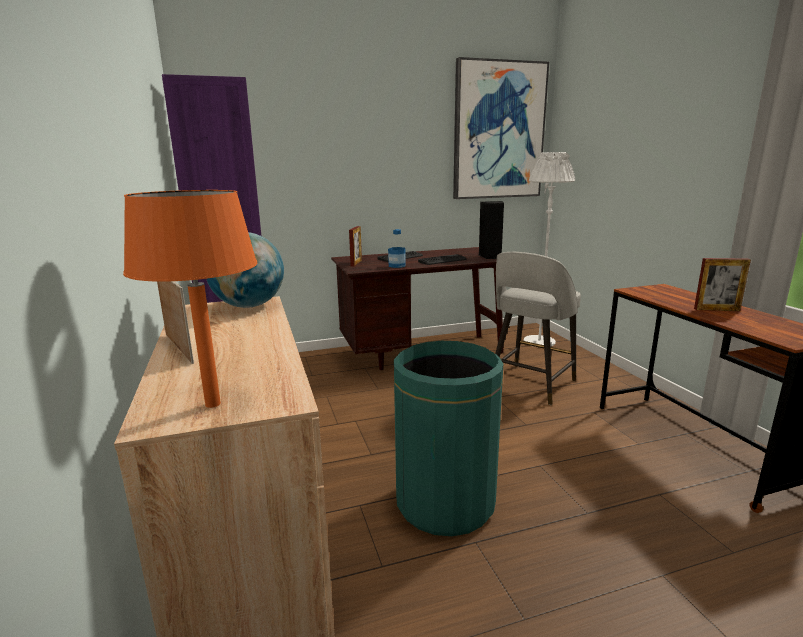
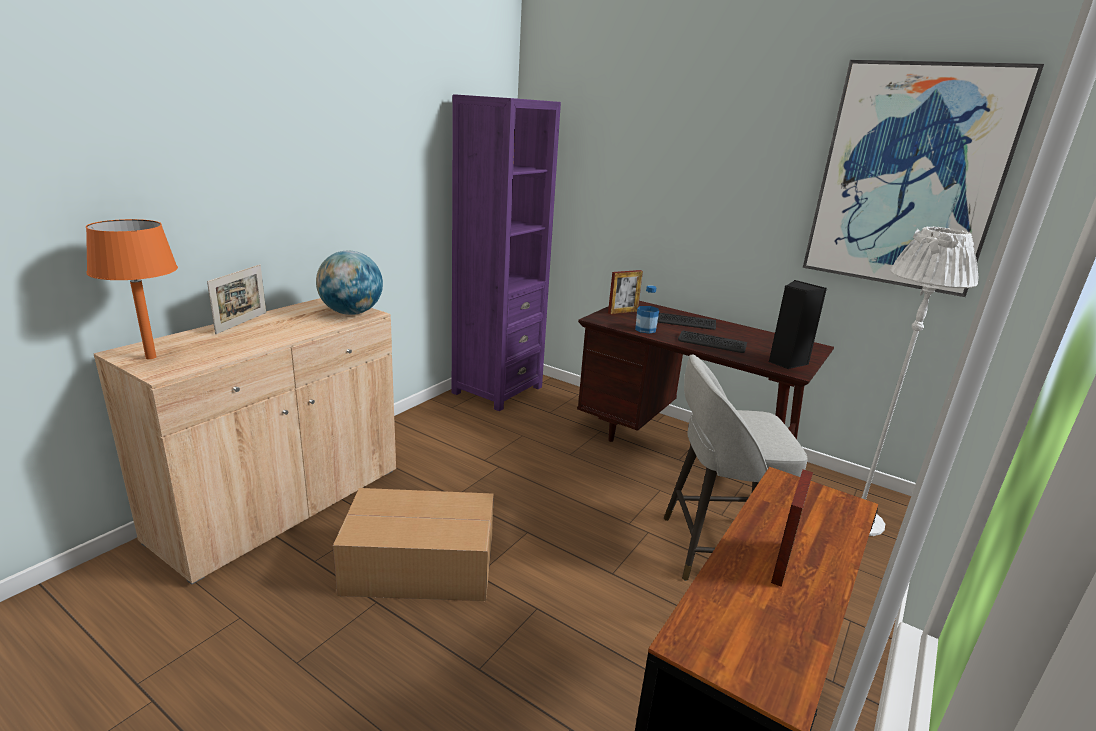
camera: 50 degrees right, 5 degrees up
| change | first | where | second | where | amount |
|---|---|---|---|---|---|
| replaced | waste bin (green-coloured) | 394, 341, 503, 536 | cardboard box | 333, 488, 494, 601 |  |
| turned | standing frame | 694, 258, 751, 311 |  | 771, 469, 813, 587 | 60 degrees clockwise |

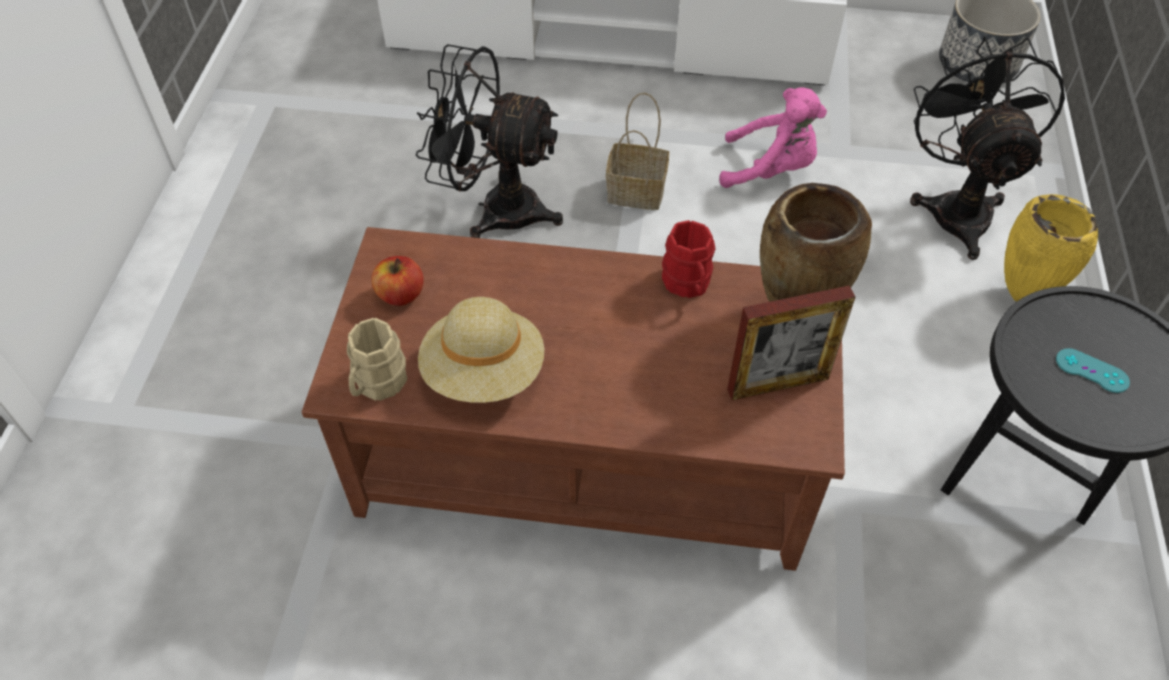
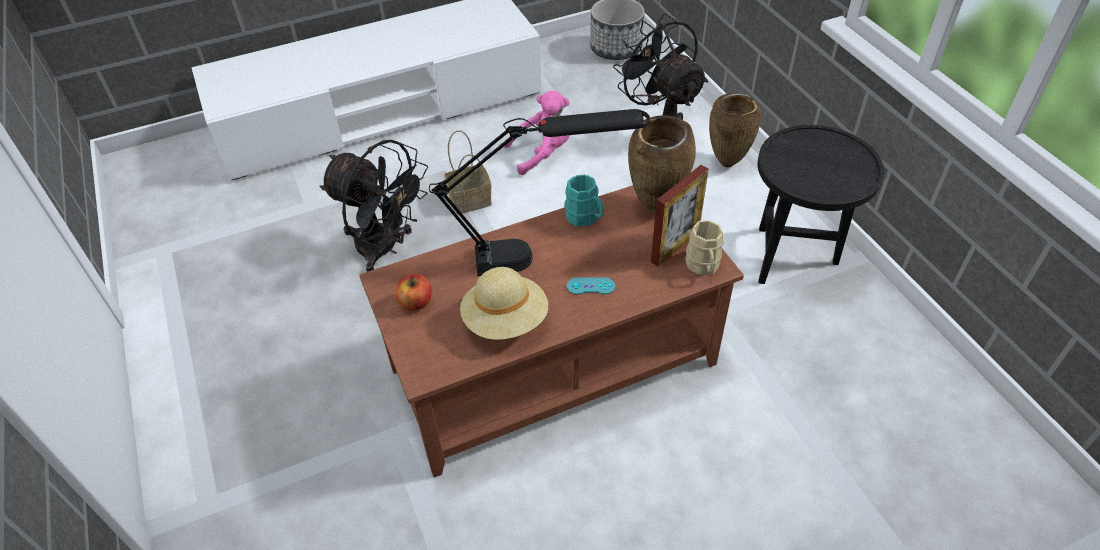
camera: 30 degrees left, 5 degrees down
| change | first | where | second | where | amount |
|---|---|---|---|---|---|
| added |  |  | tabletop lamp (black-coloured) | 429, 109, 650, 276 |  |
| moved | coffee mug (beige-coloured) | 347, 318, 407, 401 |  | 685, 220, 724, 275 |  |
| moved | gamepad (turquoise) | 1056, 348, 1130, 393 |  | 567, 278, 615, 295 |  |
| recoloured | coffee mug (reddish) | 662, 220, 715, 298 | coffee mug (turquoise) | 564, 175, 604, 227 |  |
| recoloured | decorative vase (yellow-coloured) | 1004, 194, 1098, 302 | decorative vase (brown-coloured) | 709, 93, 761, 167 |  |
| turned | fan (black-coloured) | 416, 44, 563, 238 |  | 320, 140, 428, 272 | 135 degrees counterclockwise |

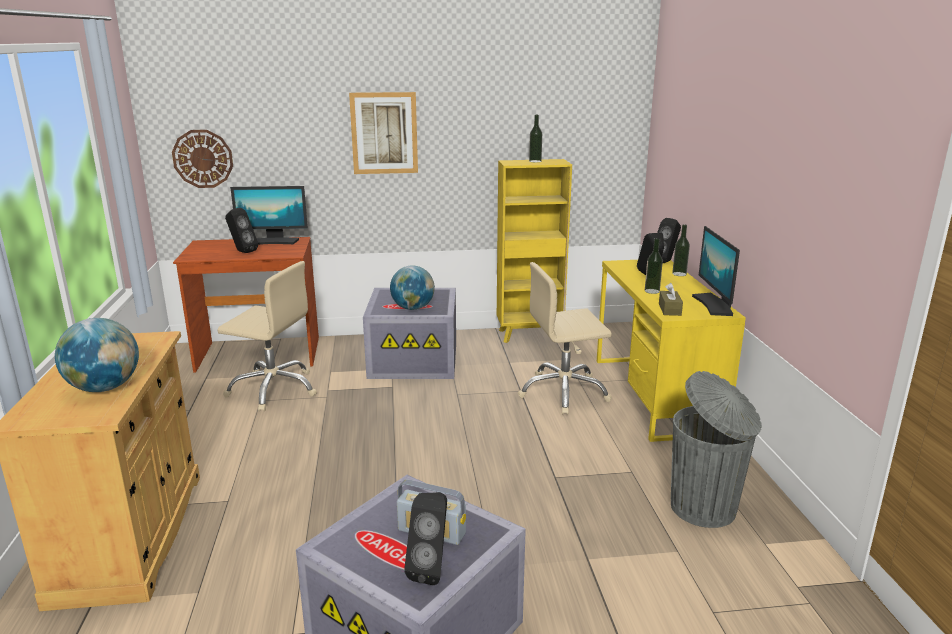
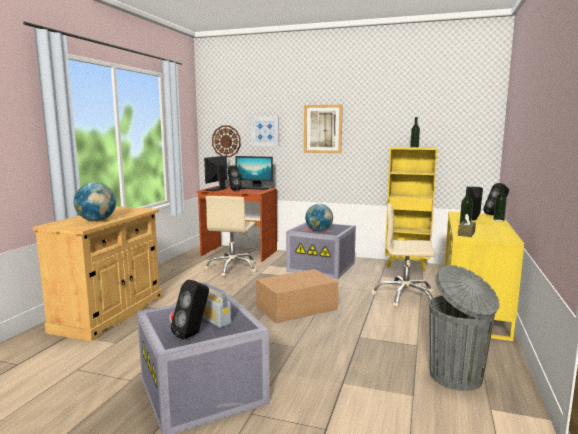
camera: 25 degrees right, 10 degrees down
| change | first | where | second | where | amount |
|---|---|---|---|---|---|
| added |  |  | picture | 251, 117, 279, 146 |  |
| added |  |  | cardboard box | 256, 269, 338, 323 |  |
| moved | computer display | 692, 226, 740, 316 |  | 204, 156, 228, 191 |  |
| turned | desk chair (beige-coloured) | 217, 261, 317, 411 |  | 204, 196, 257, 277 | 60 degrees clockwise |

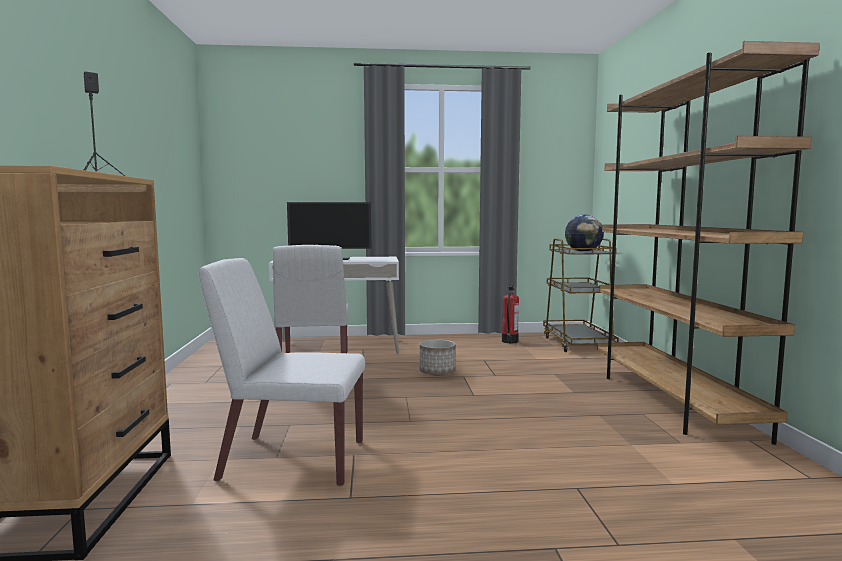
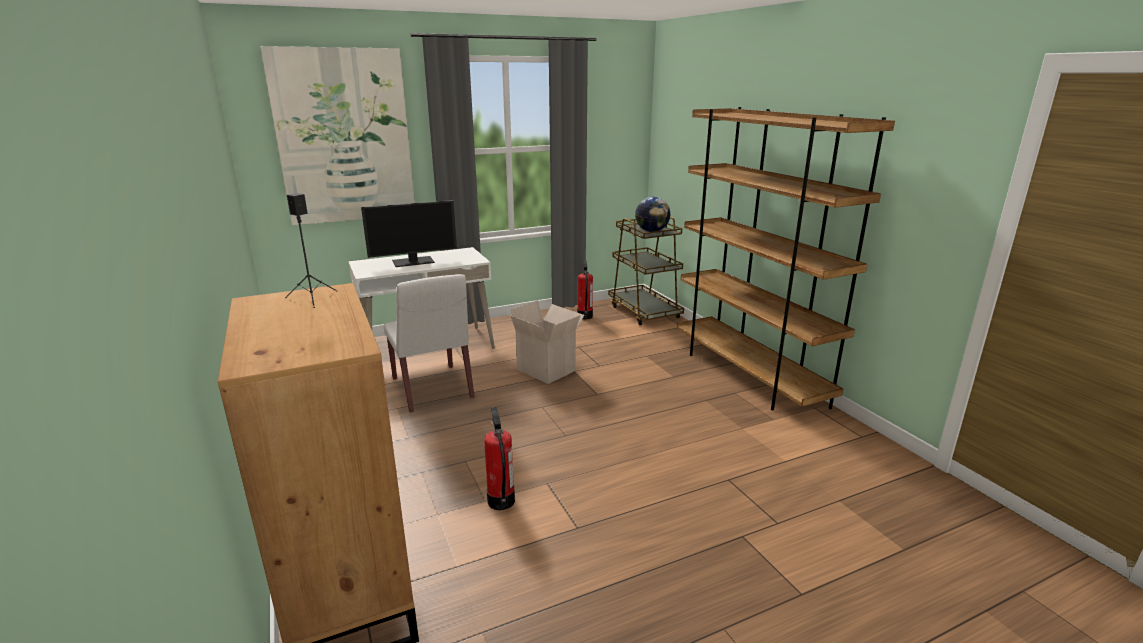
camera: 20 degrees left, 15 degrees up
| change | first | where | second | where | amount |
|---|---|---|---|---|---|
| added |  |  | picture | 260, 46, 415, 225 |  |
| replaced | upright chair (white-coloured) | 198, 258, 365, 486 | fire-fighting cylinder | 484, 407, 515, 510 |  |
| replaced | flower pot | 419, 339, 456, 375 | cardboard box | 510, 300, 584, 384 |  |

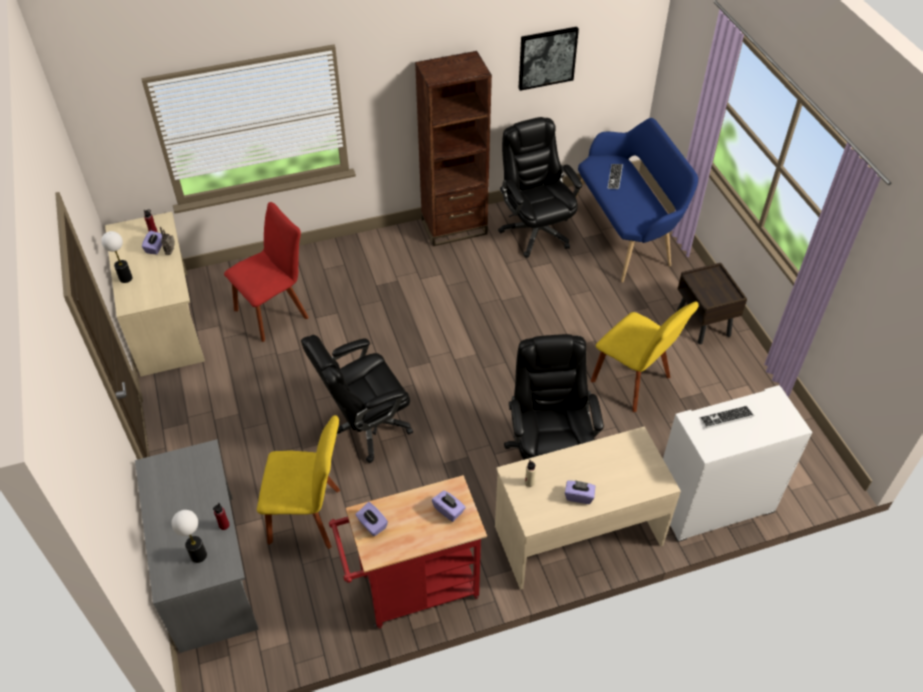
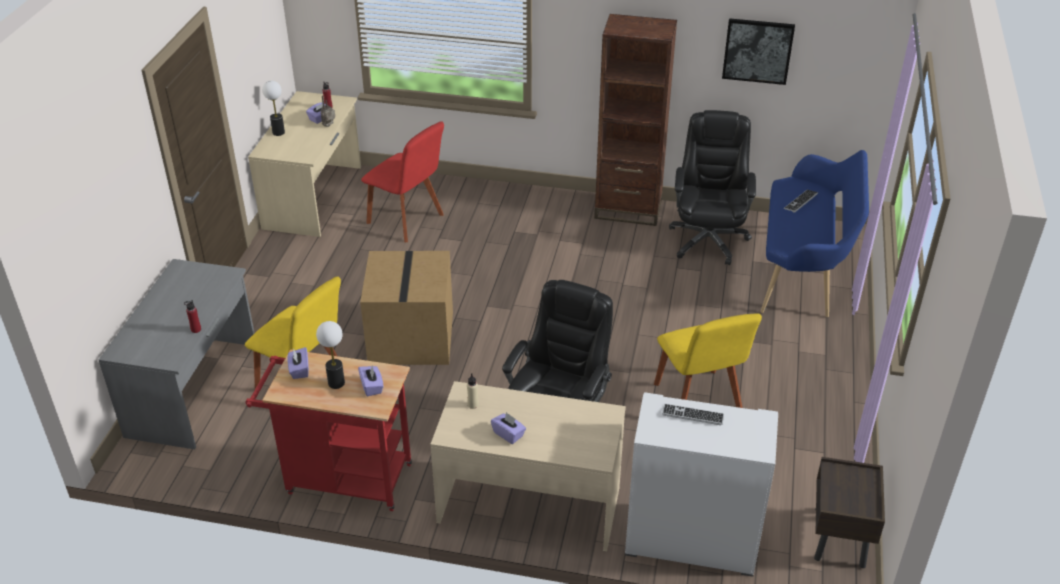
camera: 30 degrees right, 10 degrees down
| change | first | where | second | where | amount |
|---|---|---|---|---|---|
| moved | tabletop lamp | 172, 510, 207, 563 |  | 316, 321, 345, 389 |  |
| moved | night table (brown-coloured) | 677, 263, 747, 344 |  | 814, 457, 885, 568 |  |
| replaced | desk chair (black-coloured) | 301, 335, 413, 463 | cardboard box | 360, 251, 453, 365 |  |
| turned | upright chair (reddish) | 224, 202, 308, 342 |  | 361, 121, 444, 243 | 45 degrees clockwise |

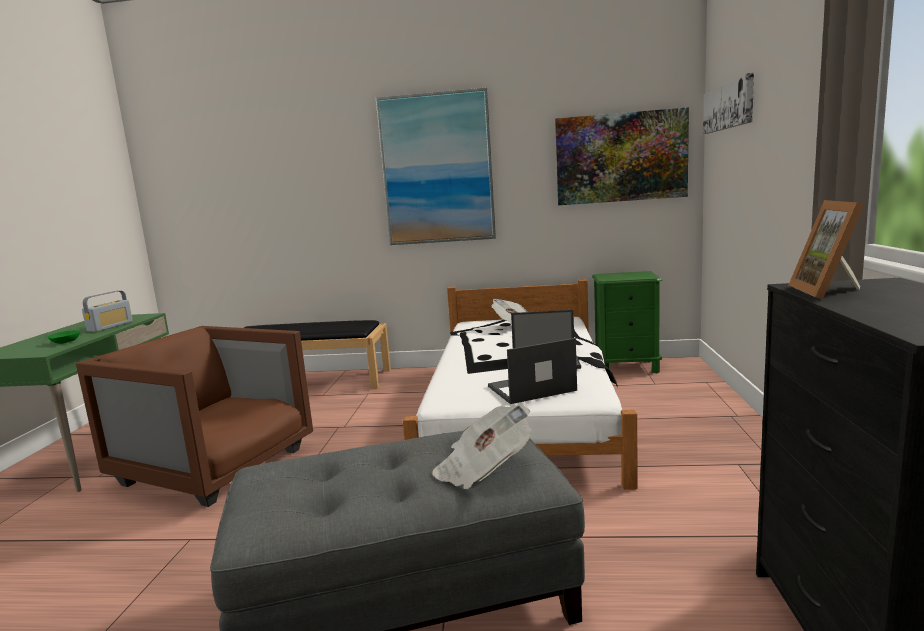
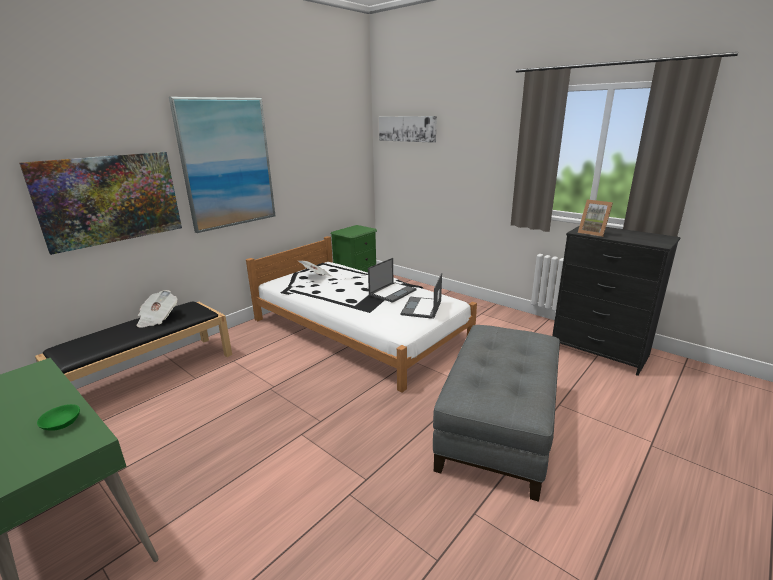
camera: 55 degrees left, 10 degrees up
| change | first | where | second | where | amount |
|---|---|---|---|---|---|
| removed | lounge chair (brown-coloured) | 76, 326, 313, 507 |  |  |  |
| removed | radio receiver | 82, 291, 133, 332 |  |  |  |
| moved | daily paper | 432, 405, 532, 489 |  | 136, 290, 177, 328 |  |
| moved | picture | 555, 107, 689, 205 |  | 19, 152, 182, 255 |  |

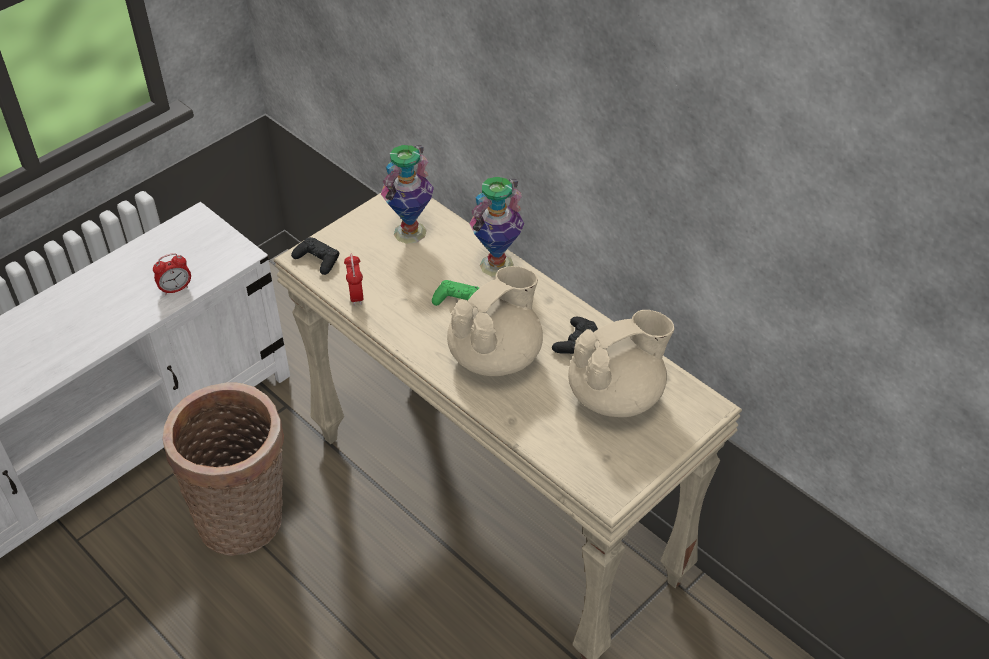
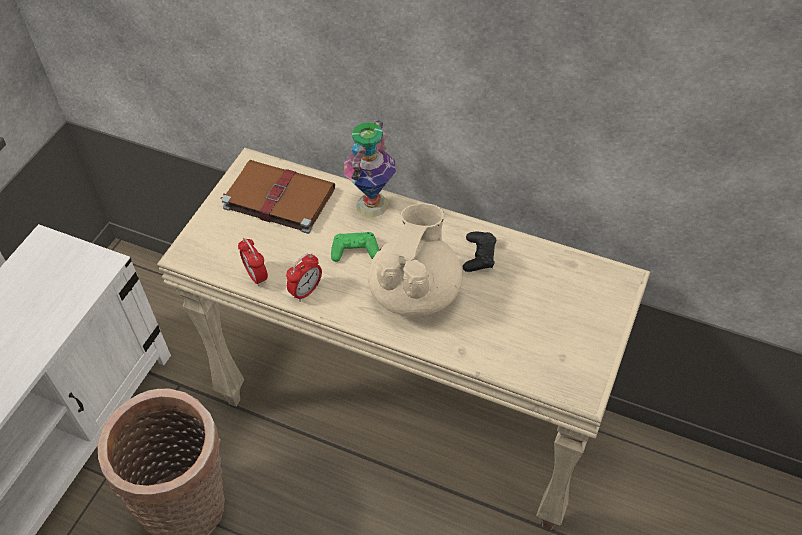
camera: 20 degrees left, 5 degrees up
| change | first | where | second | where | amount |
|---|---|---|---|---|---|
| removed | gamepad (black-coloured) | 291, 237, 339, 275 |  |  |  |
| removed | tea pot (beige-coloured) | 568, 310, 675, 417 |  |  |  |
| moved | alarm clock | 153, 253, 191, 295 |  | 286, 253, 322, 302 |  |
| replaced | decorative vase | 381, 145, 434, 244 | book (brown-coloured) | 221, 160, 335, 234 |  |

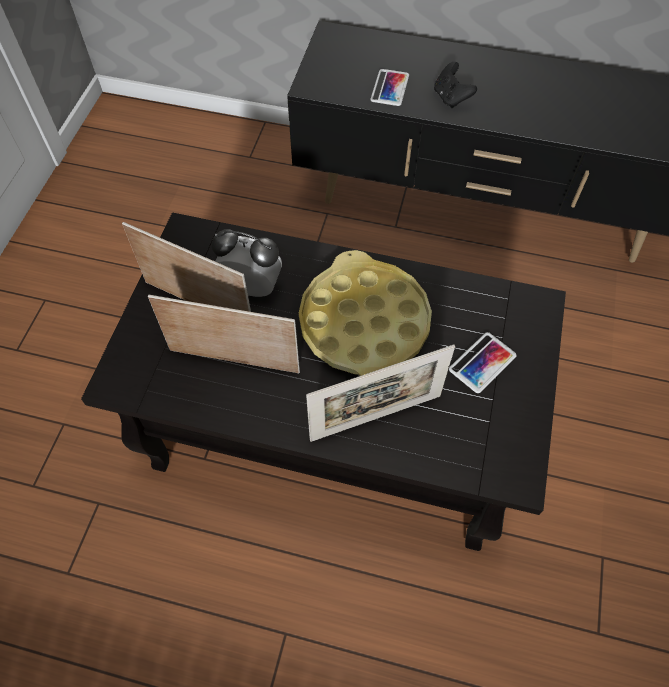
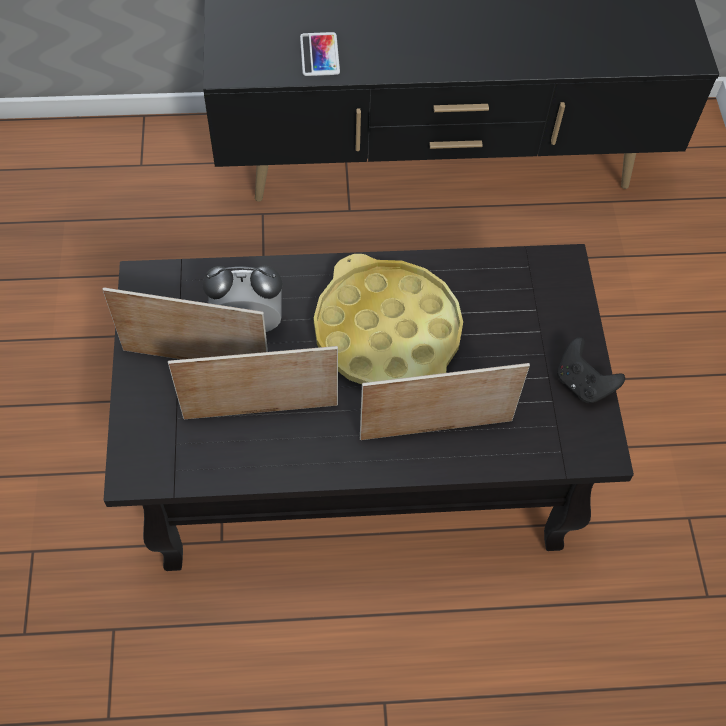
camera: 20 degrees left, 0 degrees up
| change | first | where | second | where | amount |
|---|---|---|---|---|---|
| removed | telephone | 449, 332, 517, 393 |  |  |  |
| moved | gamepad (black-coloured) | 434, 62, 477, 108 |  | 557, 337, 625, 403 |  |
| turned | standing frame | 306, 344, 455, 442 |  | 360, 363, 530, 440 | 150 degrees counterclockwise |

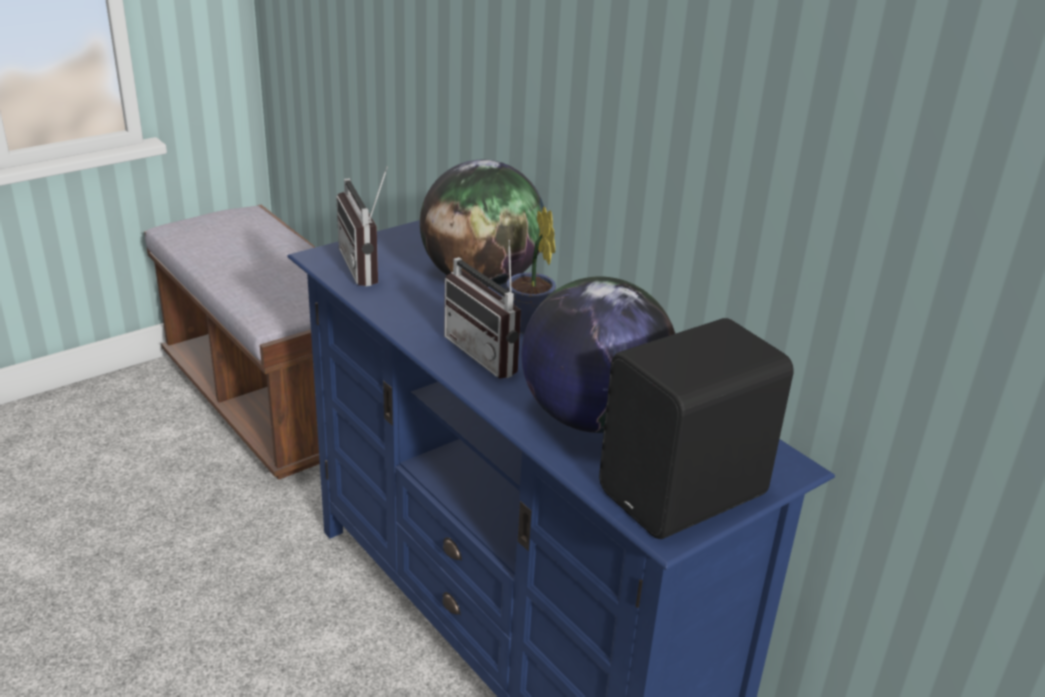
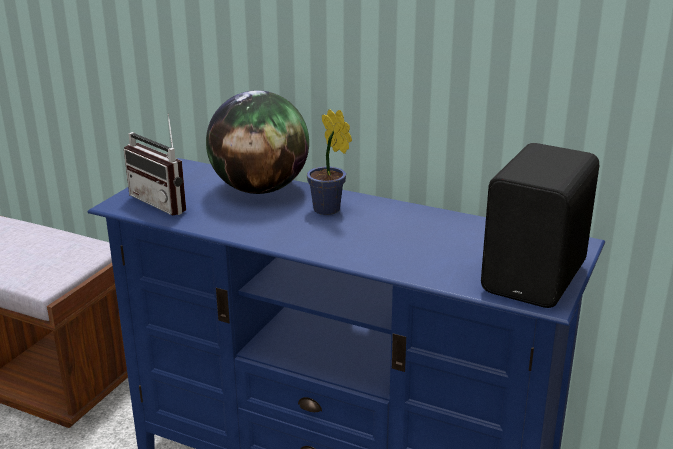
camera: 25 degrees left, 5 degrees down
| change | first | where | second | where | amount |
|---|---|---|---|---|---|
| removed | radio receiver | 444, 240, 521, 379 |  |  |  |
| removed | desk globe | 521, 276, 675, 433 |  |  |  |

